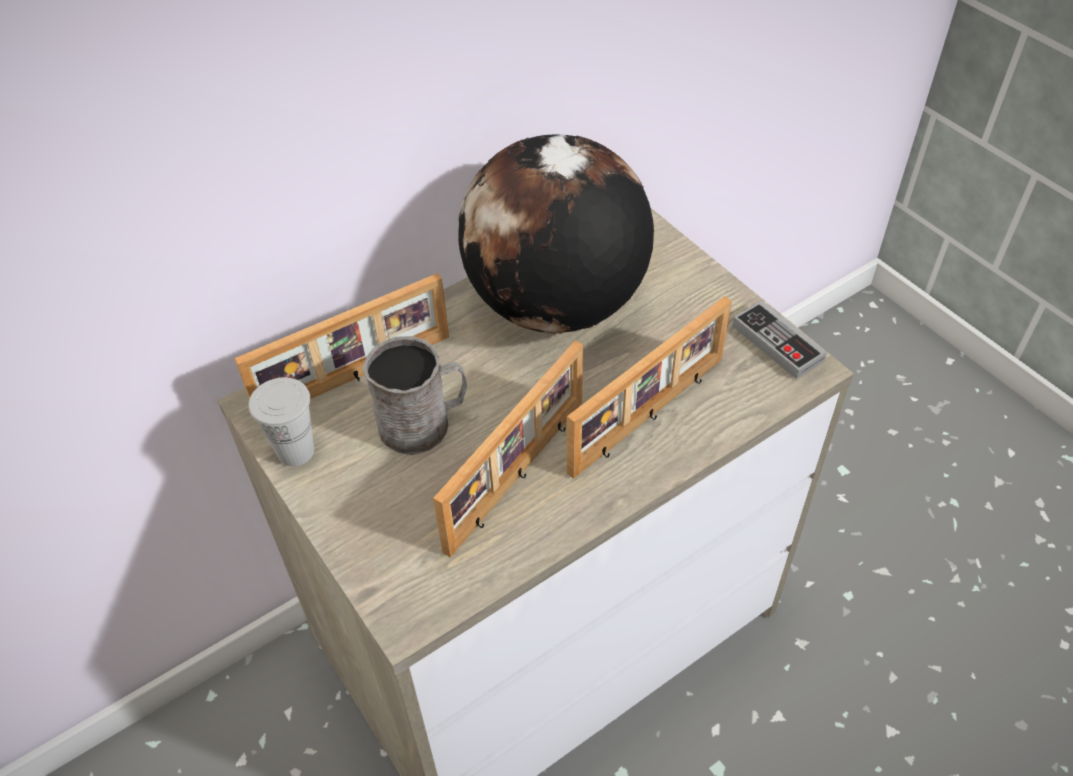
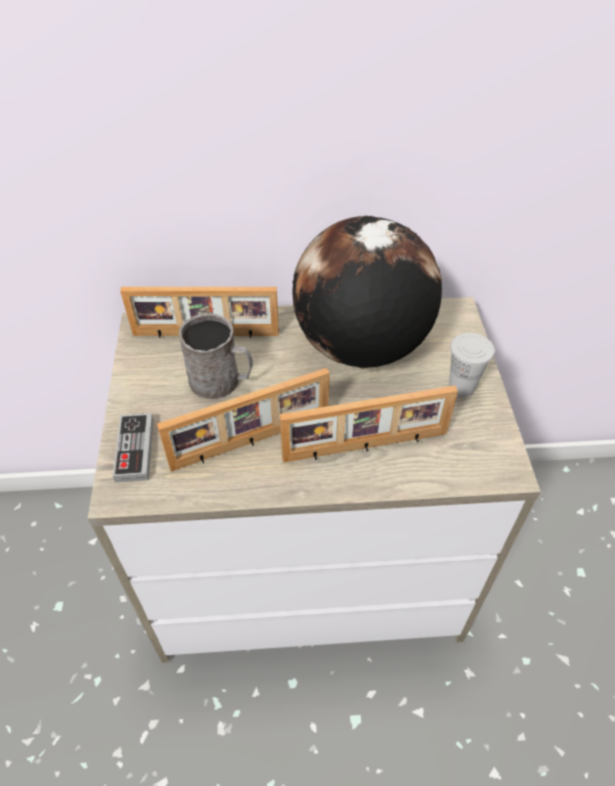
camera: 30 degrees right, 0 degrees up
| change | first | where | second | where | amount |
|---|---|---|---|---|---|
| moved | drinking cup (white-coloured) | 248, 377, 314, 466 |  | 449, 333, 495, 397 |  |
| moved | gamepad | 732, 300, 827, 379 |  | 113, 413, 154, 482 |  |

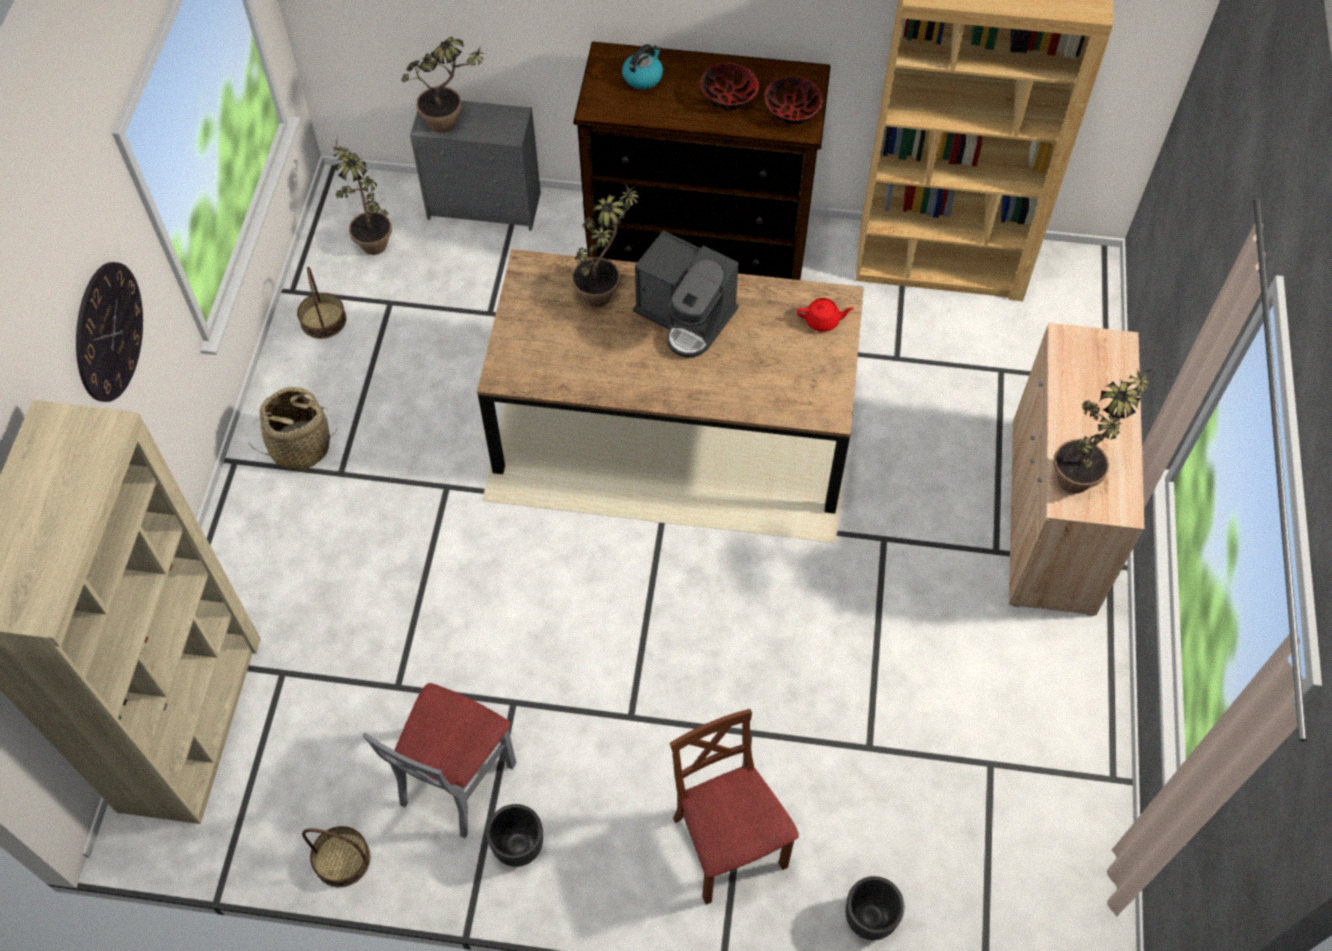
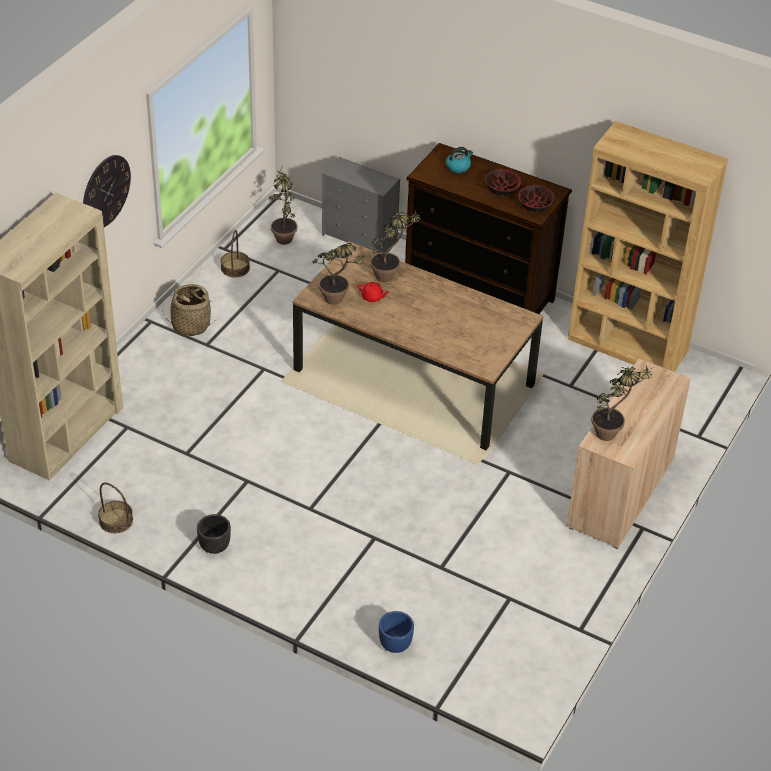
camera: 20 degrees right, 15 degrees down
| change | first | where | second | where | amount |
|---|---|---|---|---|---|
| removed | upright chair (greyish) | 363, 683, 516, 838 |  |  |  |
| removed | coffee brewer | 633, 231, 739, 358 |  |  |  |
| removed | upright chair (brown-coloured) | 670, 709, 799, 905 |  |  |  |
| moved | potted plant | 401, 37, 488, 133 |  | 313, 243, 367, 305 |  |
| moved | tea pot (reddish) | 797, 298, 854, 332 |  | 357, 282, 389, 302 |  |
| recoloured | flower pot (black-coloured) | 845, 876, 905, 940 | flower pot (bluish) | 379, 611, 414, 653 |  |

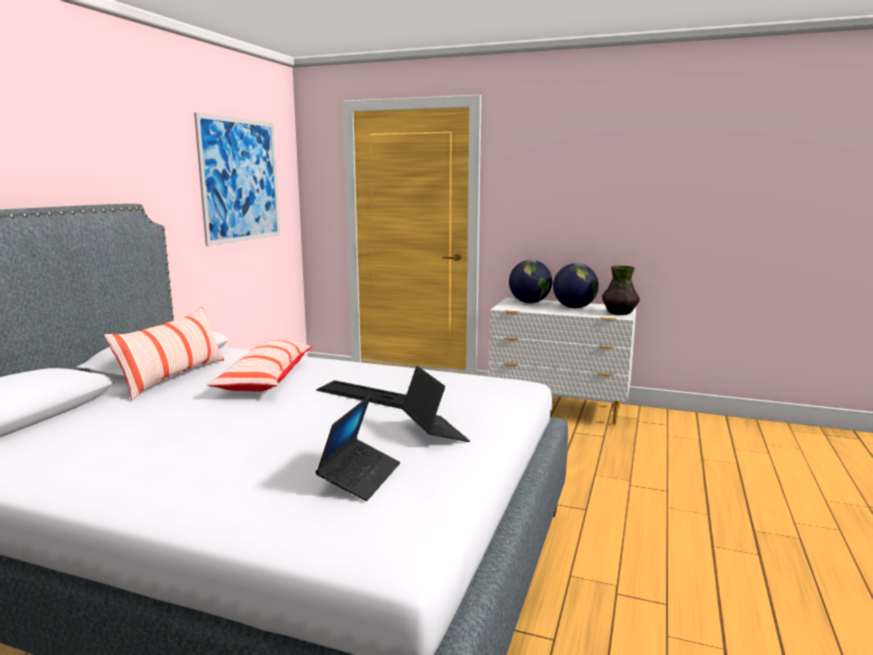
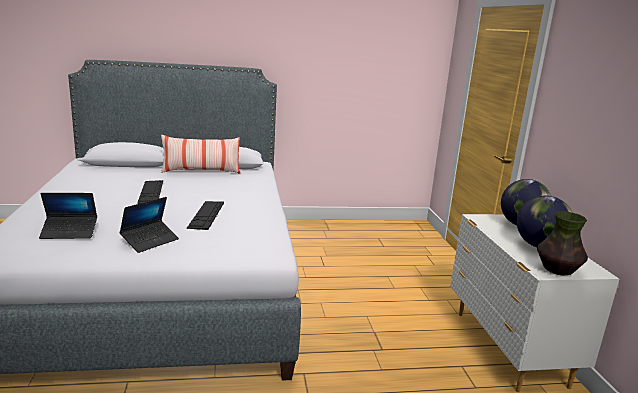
camera: 60 degrees right, 5 degrees up
| change | first | where | second | where | amount |
|---|---|---|---|---|---|
| removed | picture | 194, 112, 280, 246 |  |  |  |
| removed | pillow | 207, 340, 312, 392 |  |  |  |
| added |  |  | keyboard | 137, 180, 163, 204 |  |

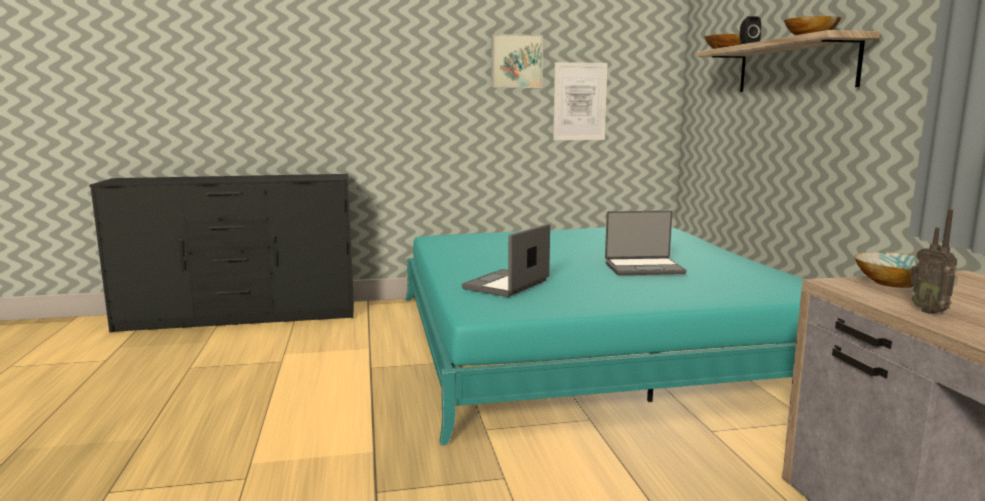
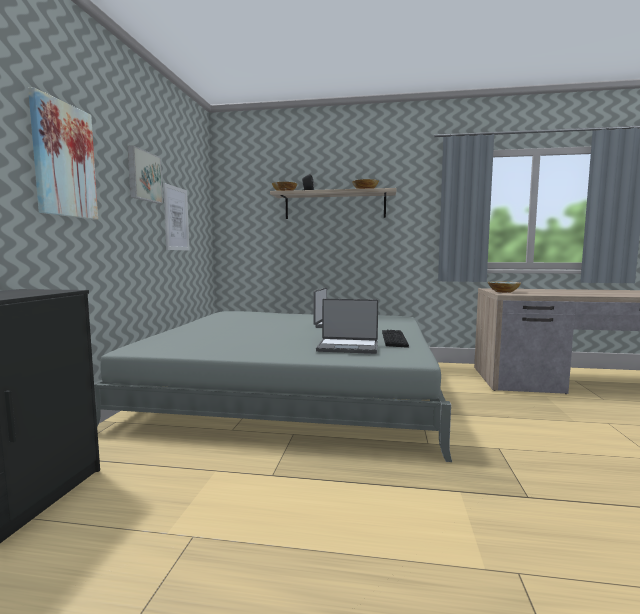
camera: 70 degrees left, 5 degrees down
| change | first | where | second | where | amount |
|---|---|---|---|---|---|
| removed | radio receiver | 910, 209, 958, 314 |  |  |  |
| added |  |  | picture | 28, 87, 98, 219 |  |
| added |  |  | keyboard | 382, 330, 409, 348 |  |
| recoloured | bedroom bed (turquoise) | 405, 227, 803, 445 | bedroom bed (greyish) | 94, 311, 452, 462 |  |
| turned | notebook computer | 462, 223, 550, 297 |  | 316, 299, 378, 354 | 45 degrees counterclockwise |

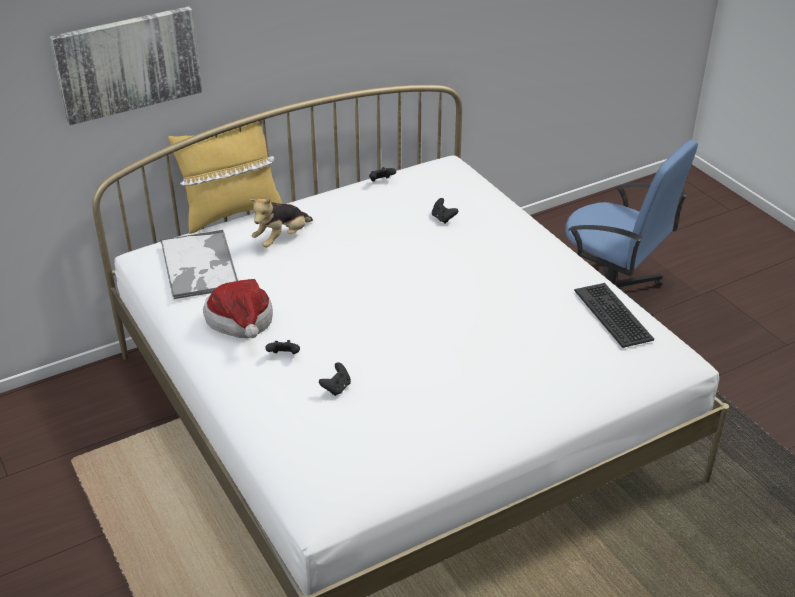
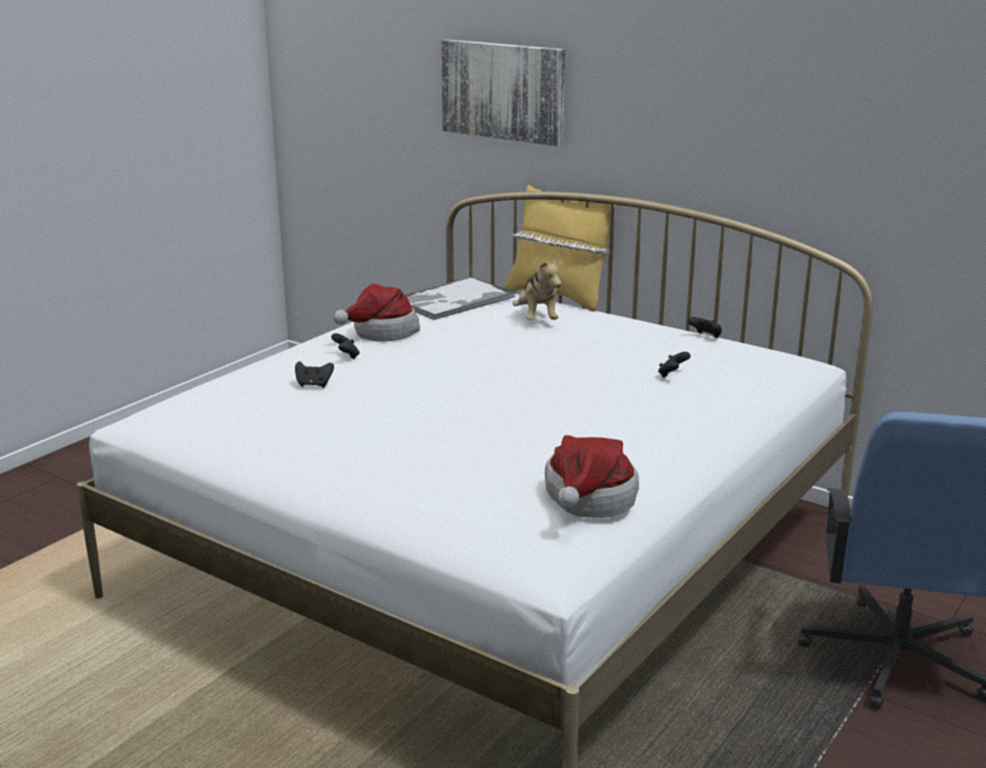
camera: 65 degrees right, 15 degrees down
| change | first | where | second | where | amount |
|---|---|---|---|---|---|
| replaced | keyboard | 574, 283, 654, 348 | hat | 545, 435, 639, 518 |  |
| turned | cuddly toy | 250, 198, 313, 248 |  | 512, 256, 561, 320 | 120 degrees counterclockwise |

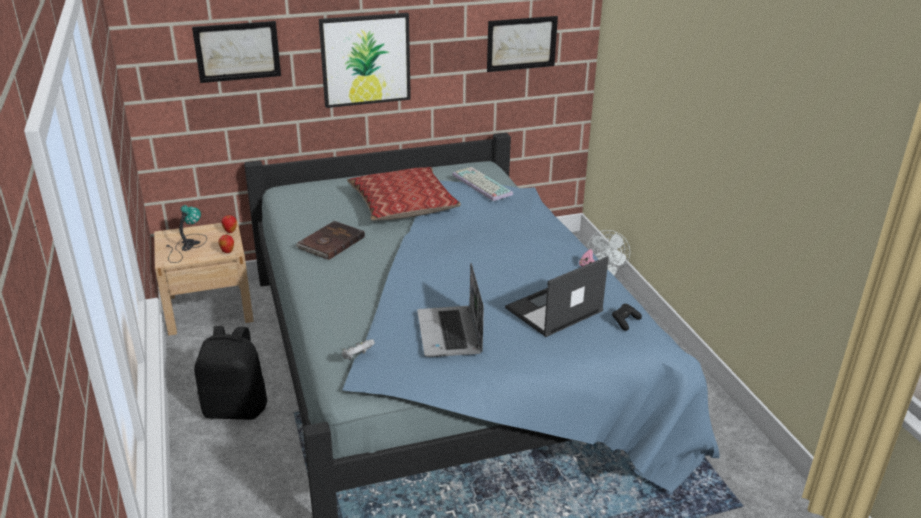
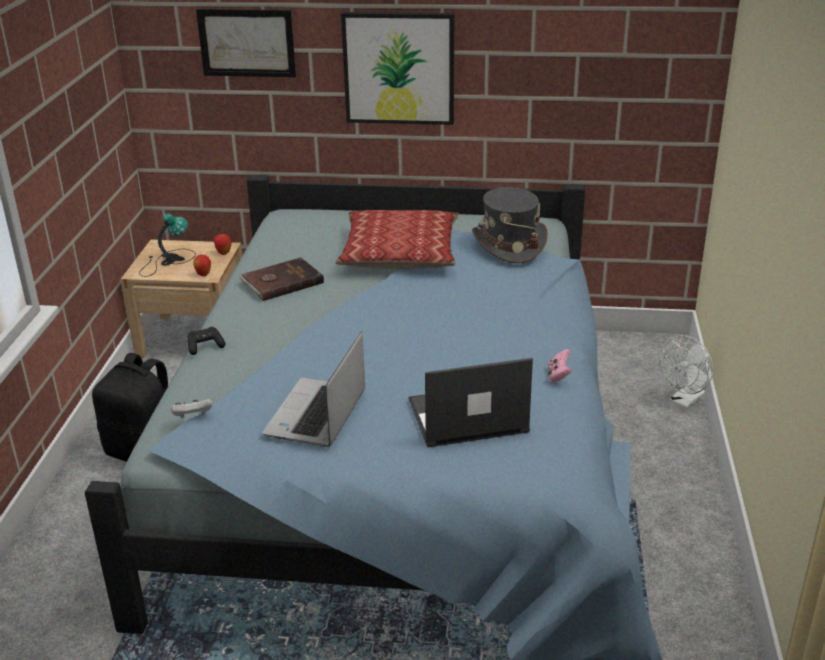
camera: 25 degrees right, 0 degrees up
| change | first | where | second | where | amount |
|---|---|---|---|---|---|
| removed | picture | 487, 16, 558, 72 |  |  |  |
| moved | gamepad (black-coloured) | 612, 304, 642, 331 |  | 188, 327, 225, 355 |  |
| replaced | keyboard | 452, 167, 513, 201 | hat (greyish) | 472, 187, 548, 263 |  |

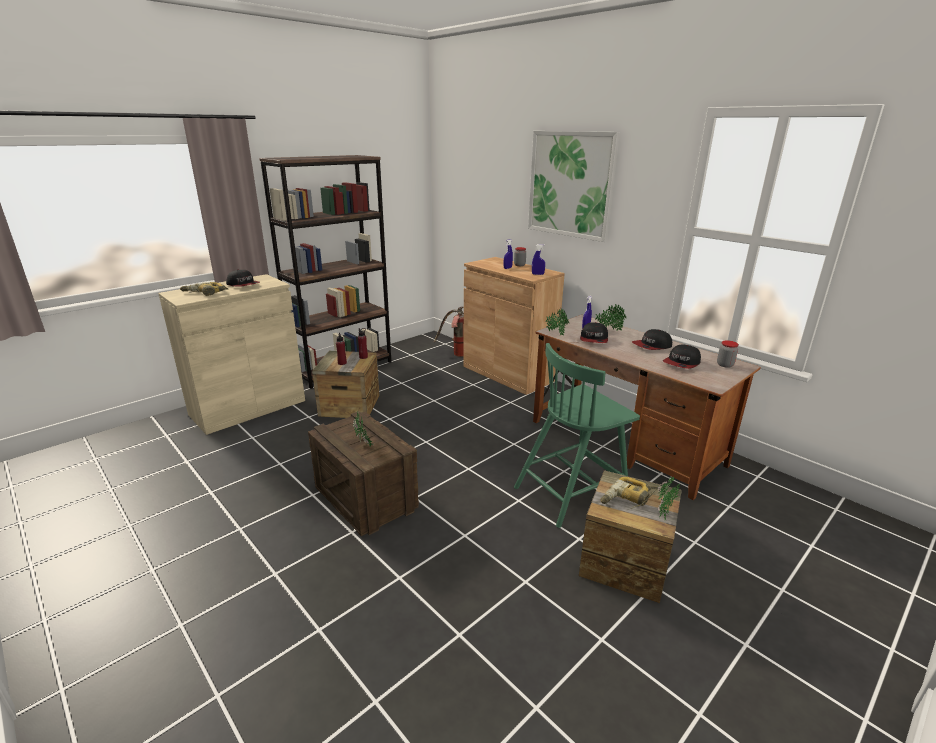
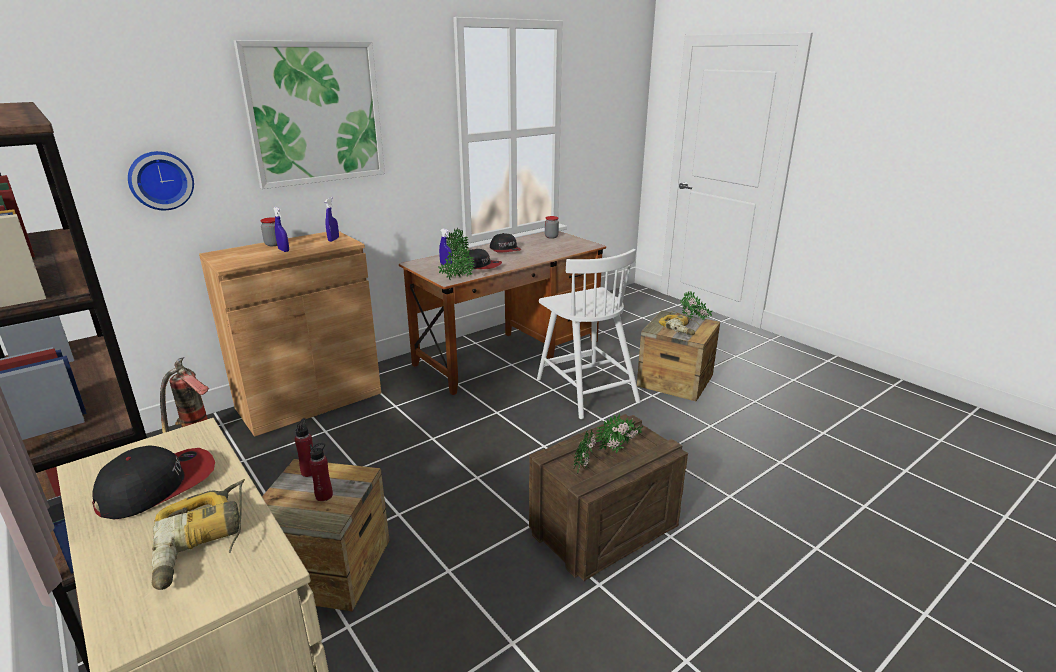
camera: 85 degrees left, 0 degrees up
| change | first | where | second | where | amount |
|---|---|---|---|---|---|
| removed | peaked cap | 663, 345, 701, 369 |  |  |  |
| added |  |  | clock on the wall | 128, 151, 194, 210 |  |
| added |  |  | potted plant | 574, 430, 596, 472 |  |
| recoloured | upright chair (green-coloured) | 514, 343, 640, 528 | upright chair (white-coloured) | 537, 249, 641, 419 |  |

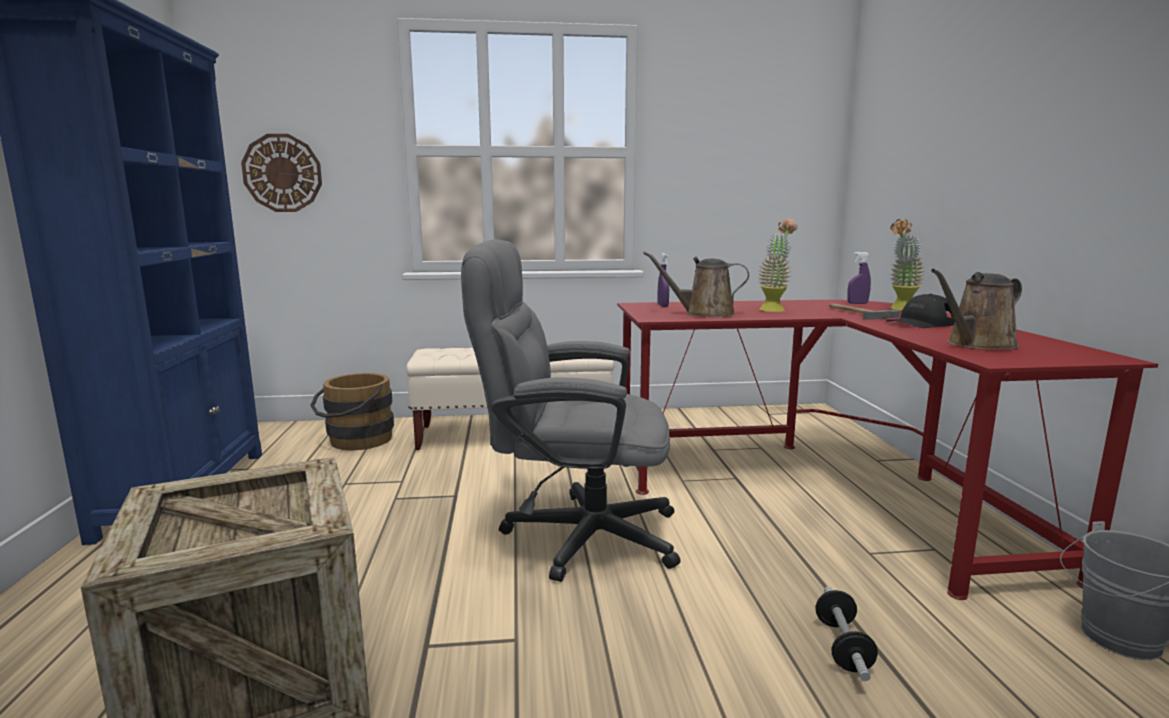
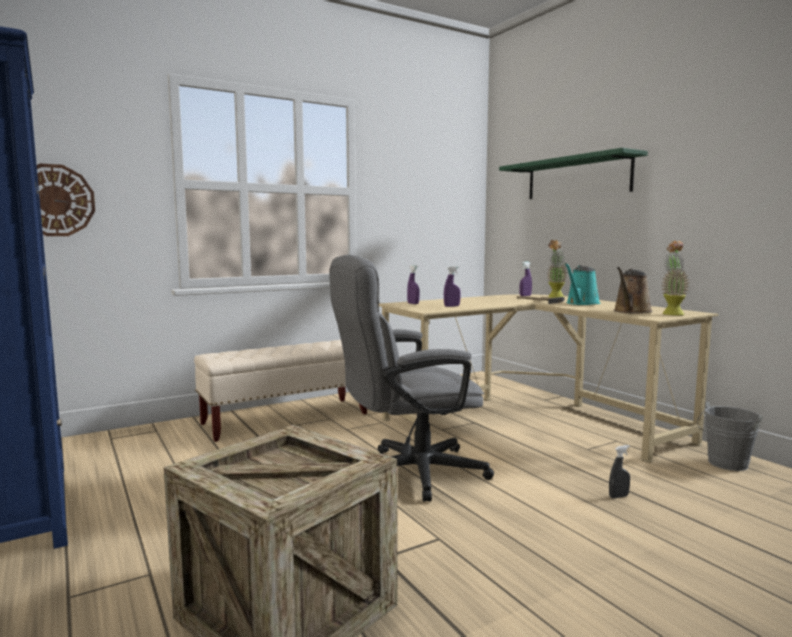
camera: 25 degrees left, 5 degrees down
| change | first | where | second | where | amount |
|---|---|---|---|---|---|
| removed | water bucket (brown-coloured) | 310, 373, 394, 450 |  |  |  |
| added |  |  | shelf (green-coloured) | 499, 148, 648, 199 |  |
| moved | potted plant | 758, 219, 798, 312 |  | 661, 241, 689, 315 |  |
| replaced | watering pot (brown-coloured) | 643, 251, 749, 317 | spray bottle (purple-coloured) | 444, 266, 461, 307 |  |
| replaced | free weight | 815, 587, 878, 681 | spray bottle (greyish) | 609, 445, 630, 499 |  |
| replaced | peaked cap (black-coloured) | 886, 294, 955, 328 | watering pot (turquoise) | 565, 263, 600, 305 |  |
| recoloured | desk table (reddish) | 617, 300, 1158, 600 | desk table (beige-coloured) | 379, 294, 719, 462 |  |

